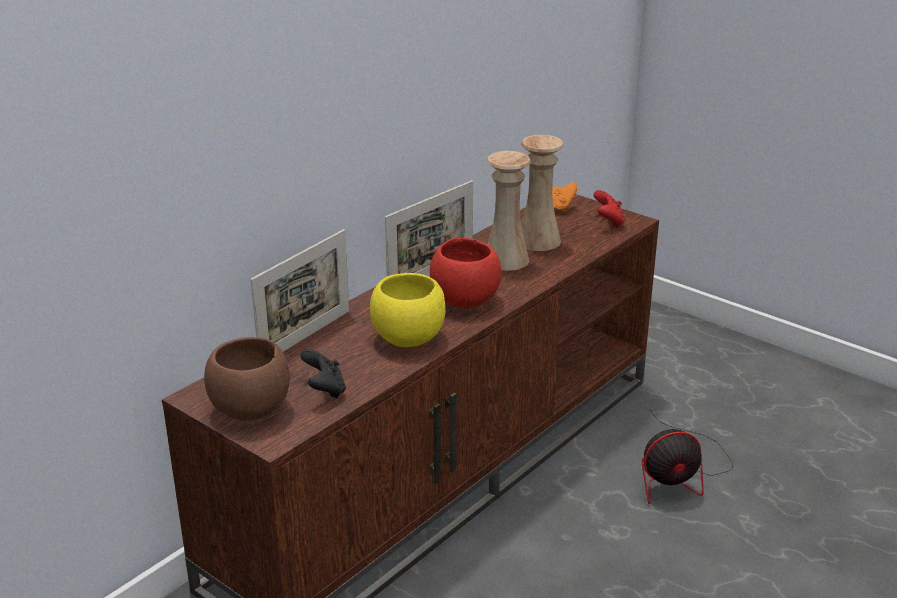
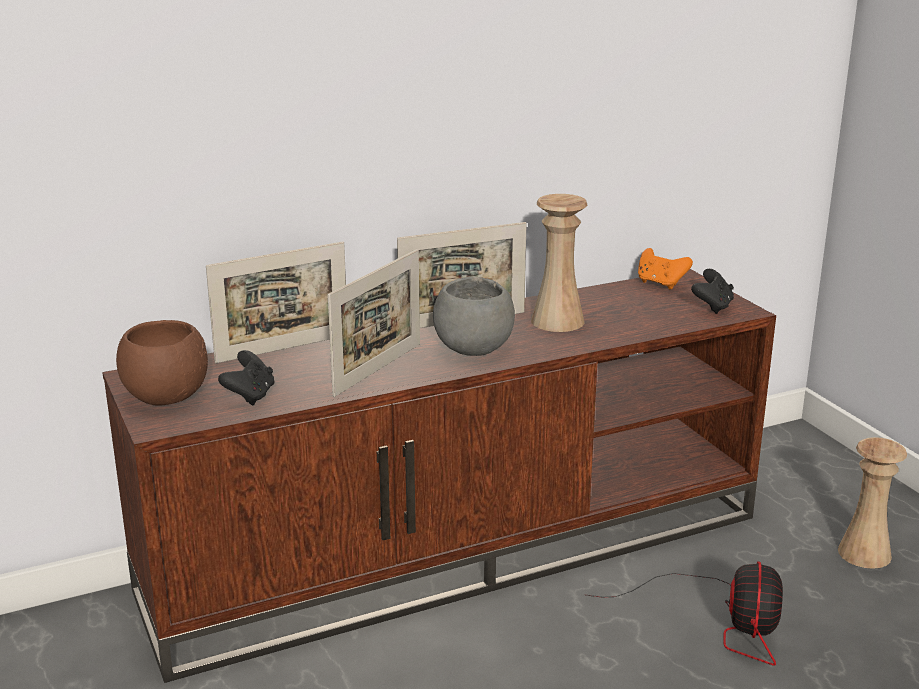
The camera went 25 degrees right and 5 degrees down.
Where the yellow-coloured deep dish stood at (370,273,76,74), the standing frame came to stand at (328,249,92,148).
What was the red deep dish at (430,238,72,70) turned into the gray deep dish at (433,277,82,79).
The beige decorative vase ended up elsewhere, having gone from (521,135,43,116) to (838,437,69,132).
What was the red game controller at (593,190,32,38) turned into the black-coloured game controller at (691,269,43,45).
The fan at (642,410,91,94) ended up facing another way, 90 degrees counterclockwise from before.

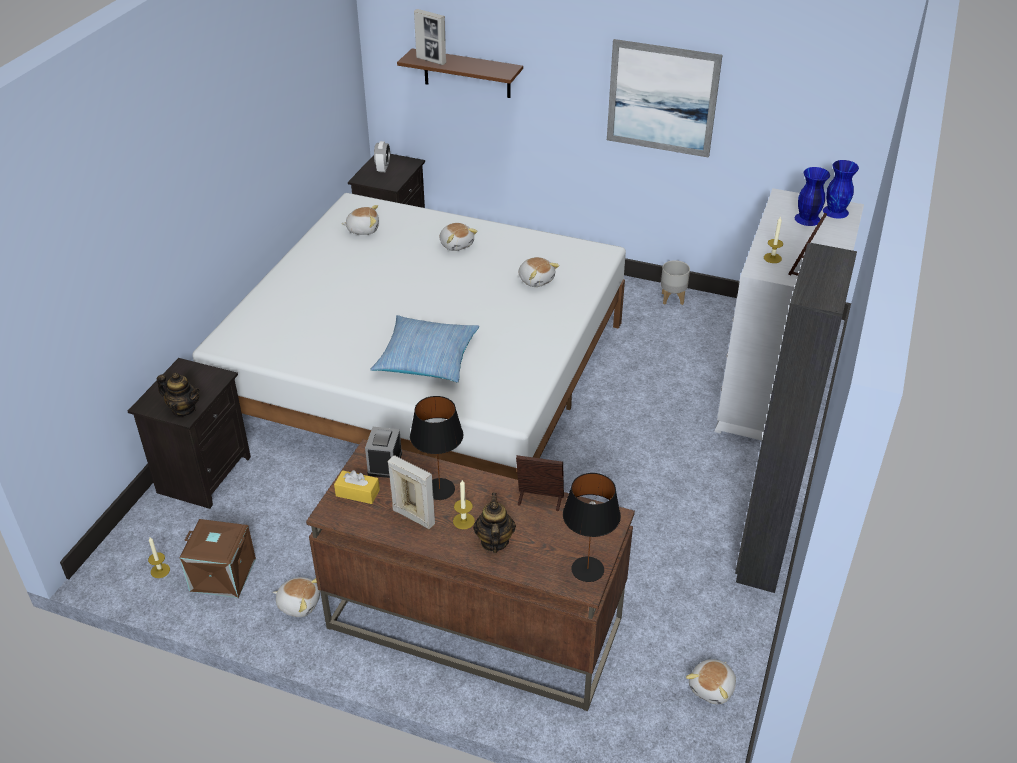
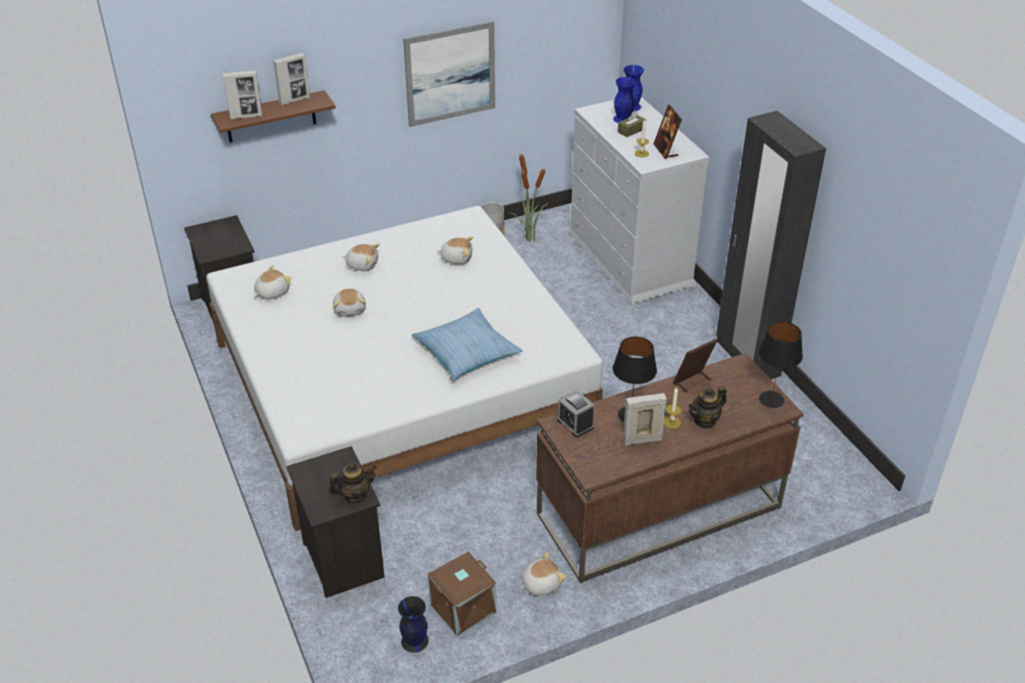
The camera went 45 degrees left and 0 degrees up.
Where the candle stood at (148,536,22,42), the black-coloured decorative vase came to stand at (398,596,31,57).
The second view lost the yellow-coloured tissue holder at (334,470,46,34).
The second view lost the bedside clock at (374,141,16,31).
The pot for tea at (473,493,43,60) ended up facing another way, 75 degrees counterclockwise from before.
The soft toy ended up elsewhere, having gone from (686,659,50,45) to (333,288,33,29).
The second view gained the standing frame at (273,53,37,52).
The second view gained the potted plant at (511,151,37,91).
The second view gained the brown tissue holder at (618,111,28,26).

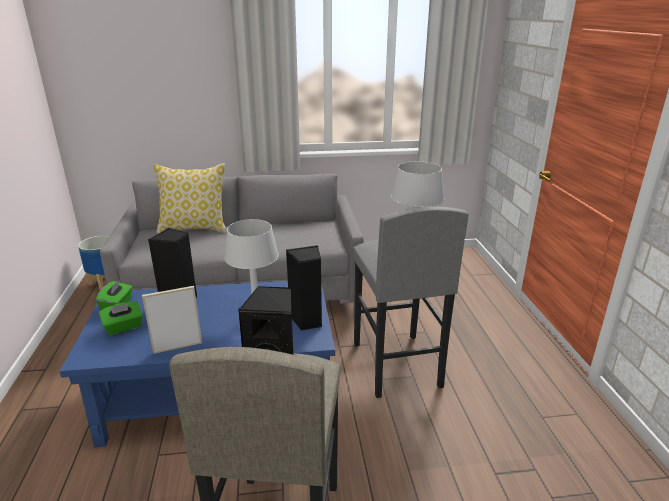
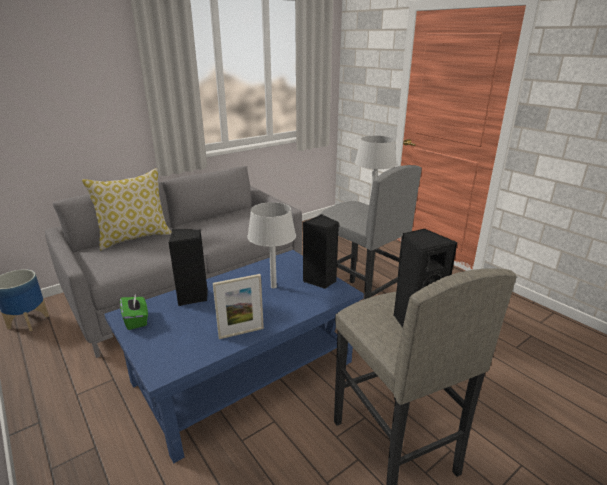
The camera went 30 degrees left and 0 degrees up.
The second view lost the greenish tissue holder at (99,301,44,35).
The standing frame at (142,286,60,68) ended up facing another way, 150 degrees counterclockwise from before.

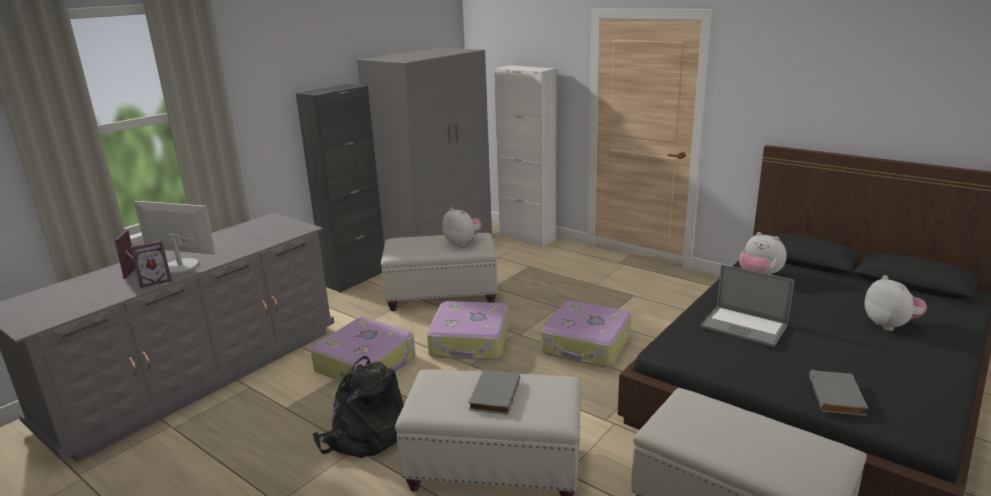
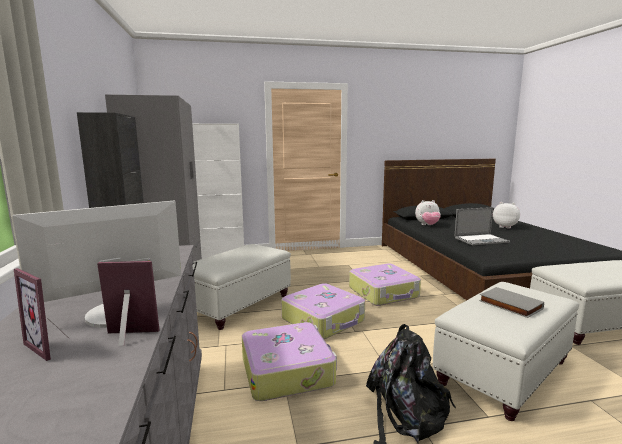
The camera went 50 degrees left and 10 degrees down.
The standing frame at (130,241,42,47) ended up facing another way, 105 degrees counterclockwise from before.
The second view lost the soft toy at (442,207,40,40).
The second view lost the gray book at (809,370,59,46).

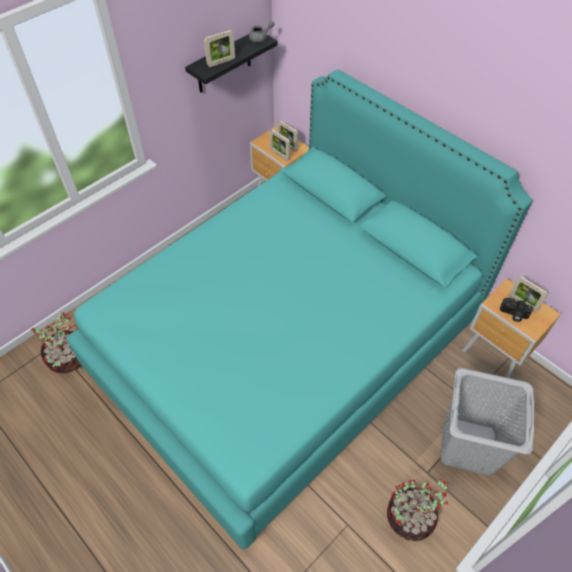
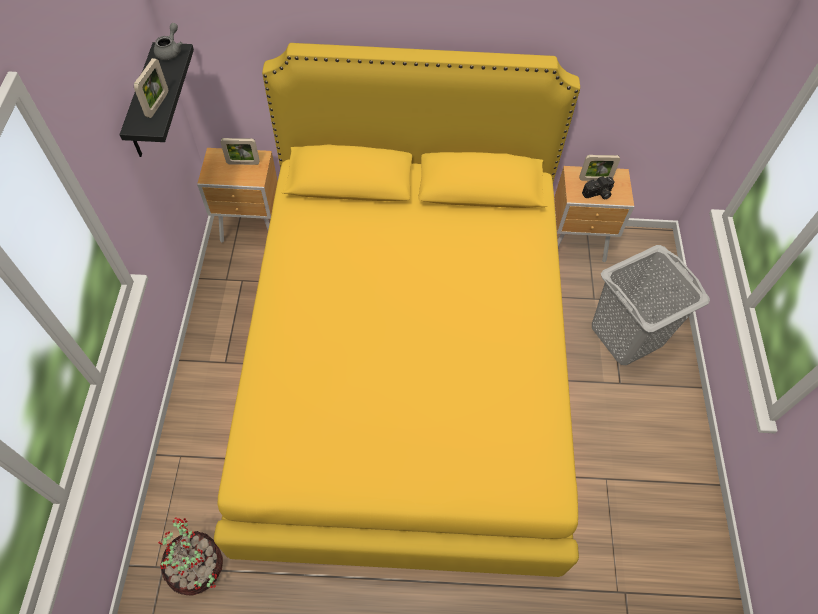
The camera went 45 degrees left and 5 degrees up.
What was the turquoise bedroom bed at (67,69,466,481) turned into the yellow-coloured bedroom bed at (214,43,366,534).
The second view lost the standing frame at (269,129,21,32).
The second view lost the potted plant at (387,479,61,62).

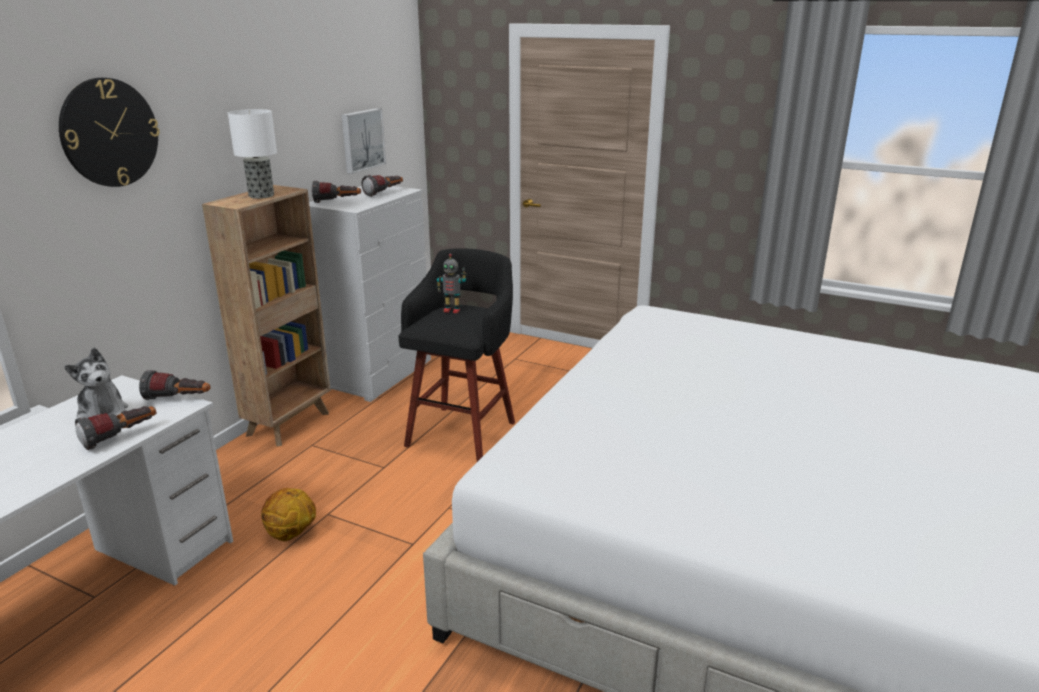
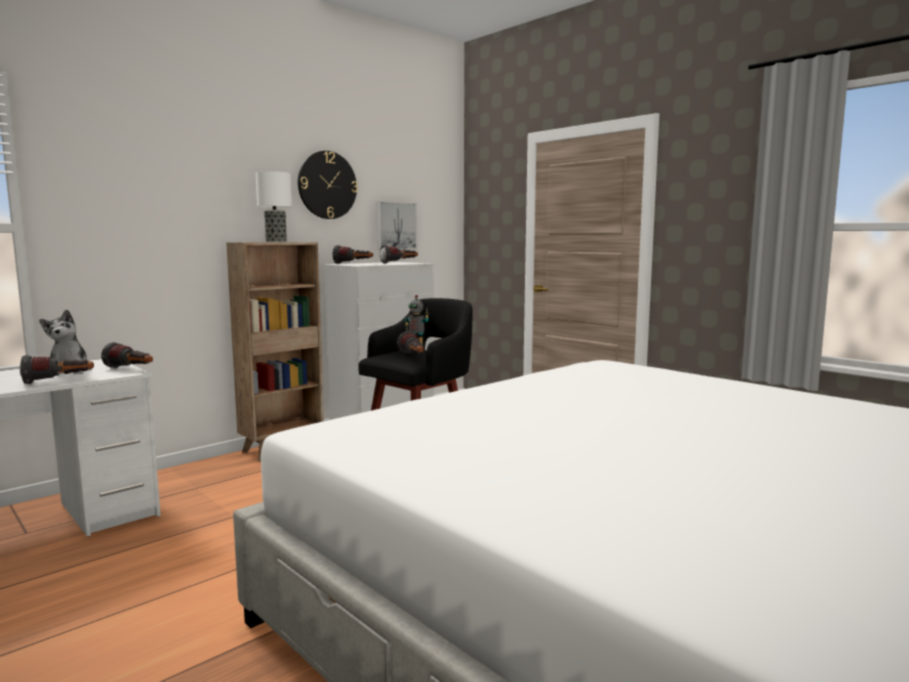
The camera went 20 degrees right and 15 degrees down.
The hanging clock ended up elsewhere, having gone from (59,78,101,109) to (298,151,60,68).
The second view lost the ball for basketball at (261,488,55,53).
The second view gained the flashlight at (397,331,27,23).

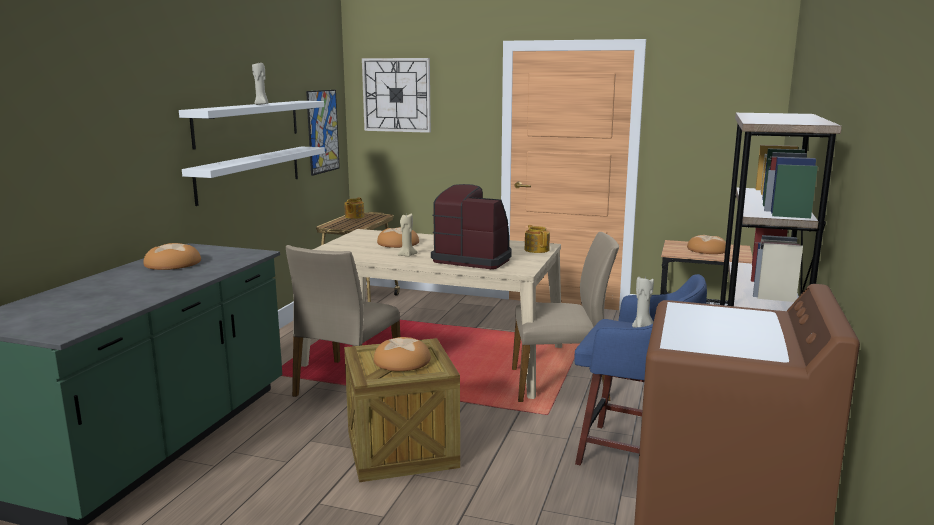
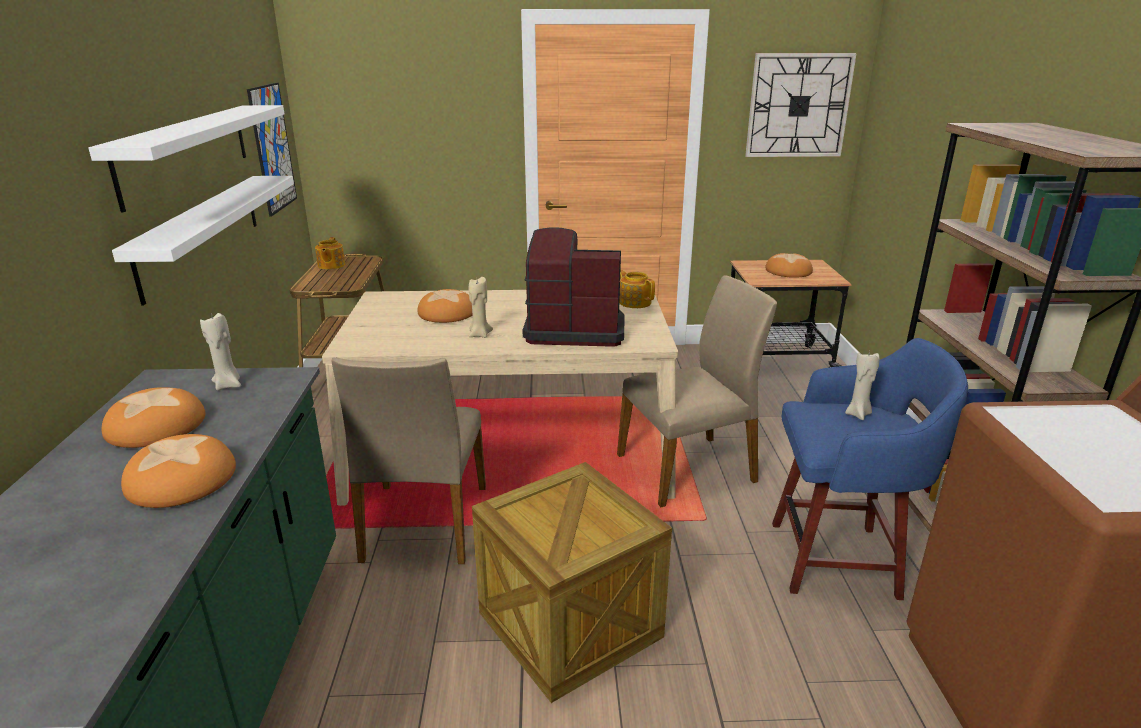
The camera went 20 degrees left and 10 degrees up.
The beige candle ended up elsewhere, having gone from (252,63,16,42) to (200,313,41,78).
The hanging clock ended up elsewhere, having gone from (362,58,69,75) to (745,53,112,104).
The bakery bread ended up elsewhere, having gone from (374,337,57,34) to (121,434,115,74).

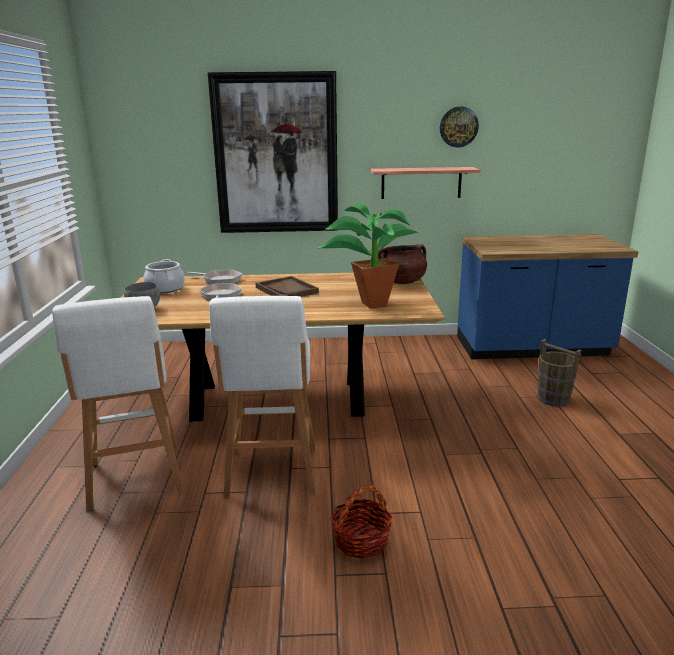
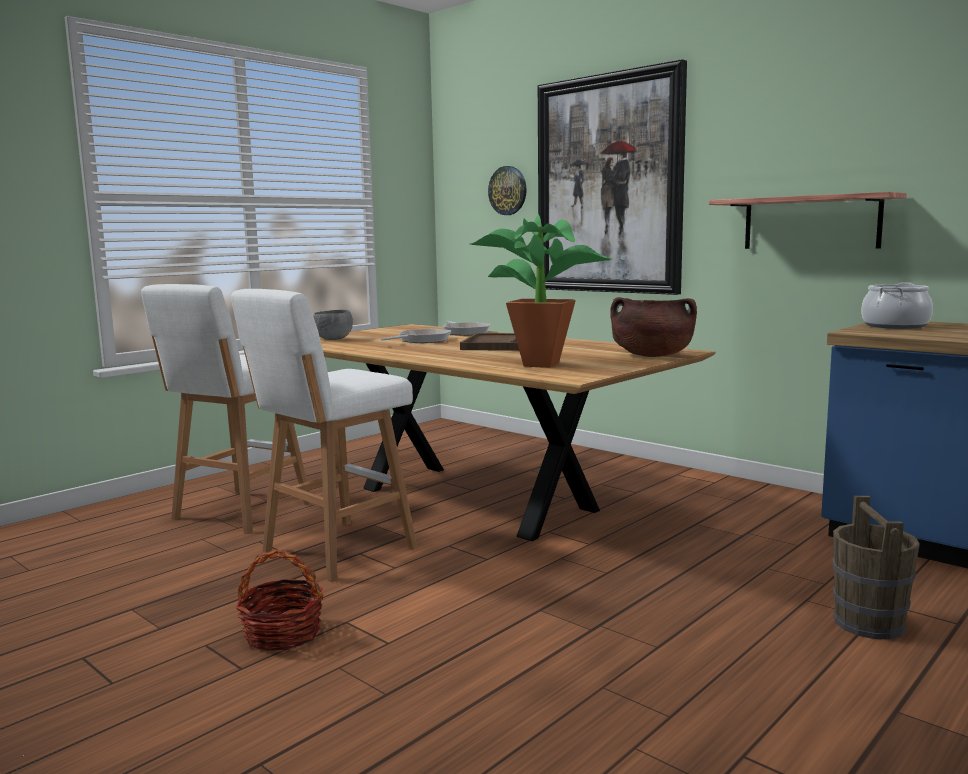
The camera went 45 degrees right and 10 degrees down.
The saucepot ended up elsewhere, having gone from (143,259,42,35) to (861,282,72,47).
The hanging clock ended up elsewhere, having gone from (440,107,39,40) to (488,166,39,49).

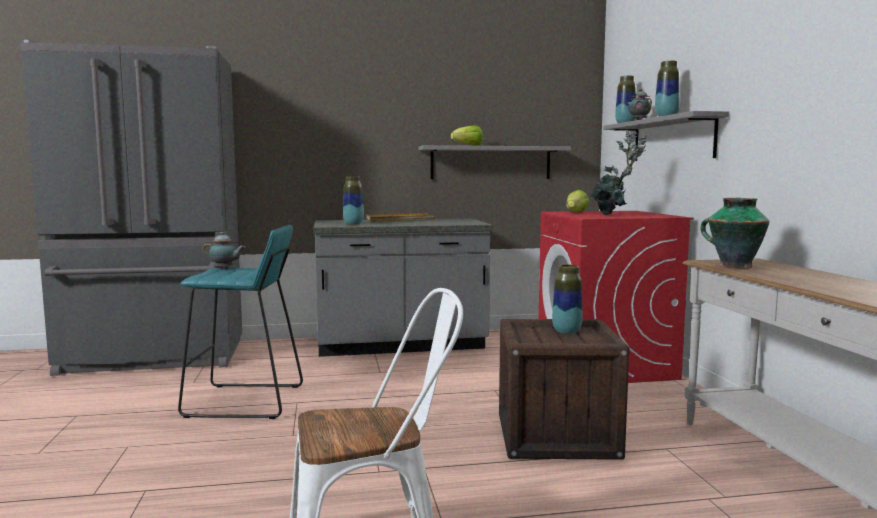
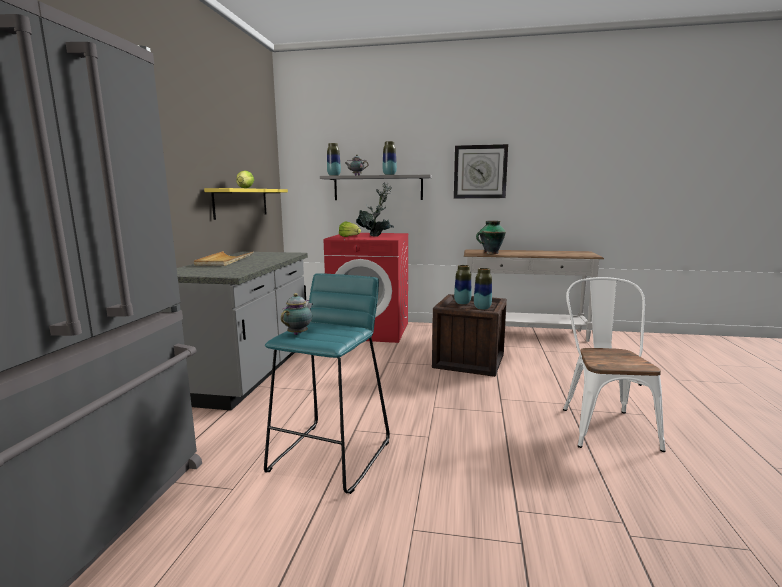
The camera went 70 degrees left and 5 degrees up.
The decorative vase ended up elsewhere, having gone from (343,176,21,49) to (474,268,18,42).
What was the gray shelf at (418,145,153,34) turned into the yellow-coloured shelf at (204,188,84,32).
The second view gained the hanging clock at (454,144,54,54).

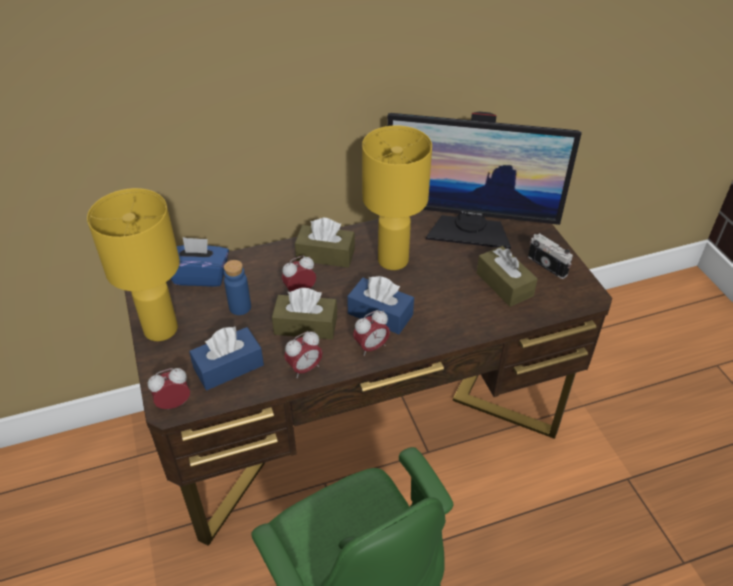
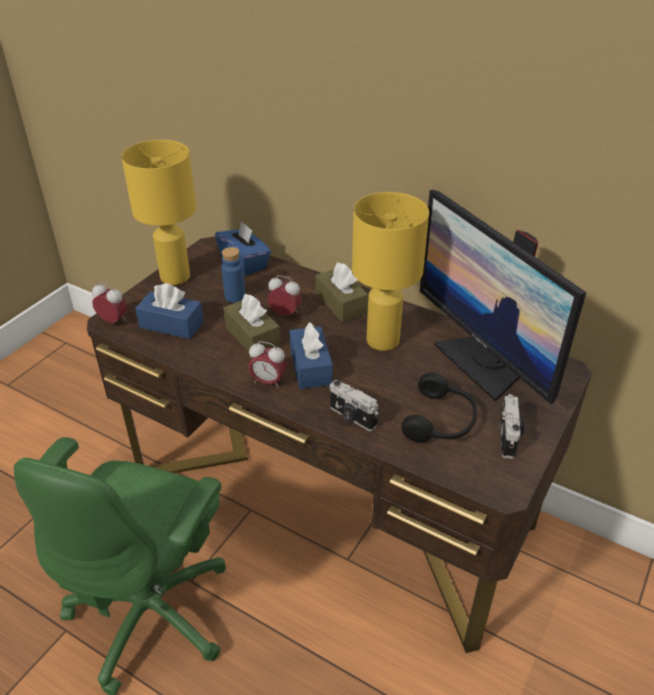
The camera went 50 degrees right and 5 degrees down.
The second view lost the bedside clock at (284,331,39,47).
Where the brown tissue holder stood at (477,246,61,61), the black-coloured headset came to stand at (401,373,76,69).
The second view gained the still camera at (330,380,48,51).

